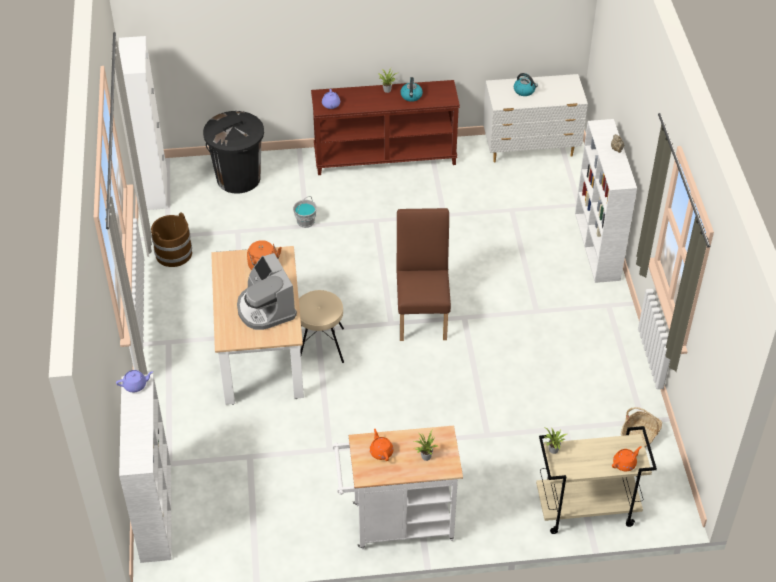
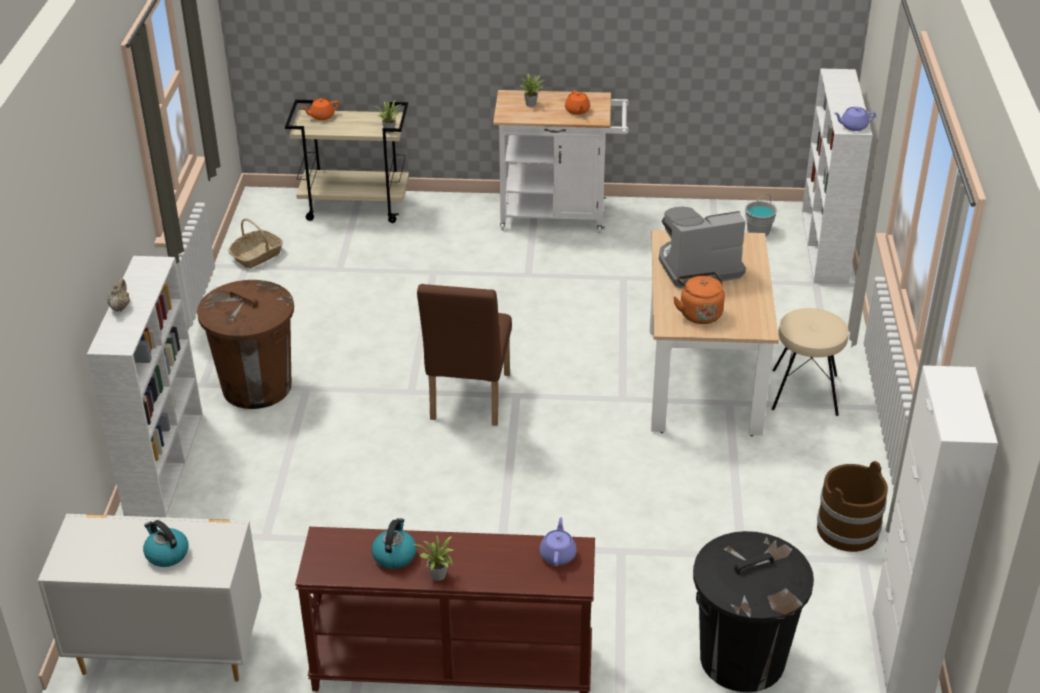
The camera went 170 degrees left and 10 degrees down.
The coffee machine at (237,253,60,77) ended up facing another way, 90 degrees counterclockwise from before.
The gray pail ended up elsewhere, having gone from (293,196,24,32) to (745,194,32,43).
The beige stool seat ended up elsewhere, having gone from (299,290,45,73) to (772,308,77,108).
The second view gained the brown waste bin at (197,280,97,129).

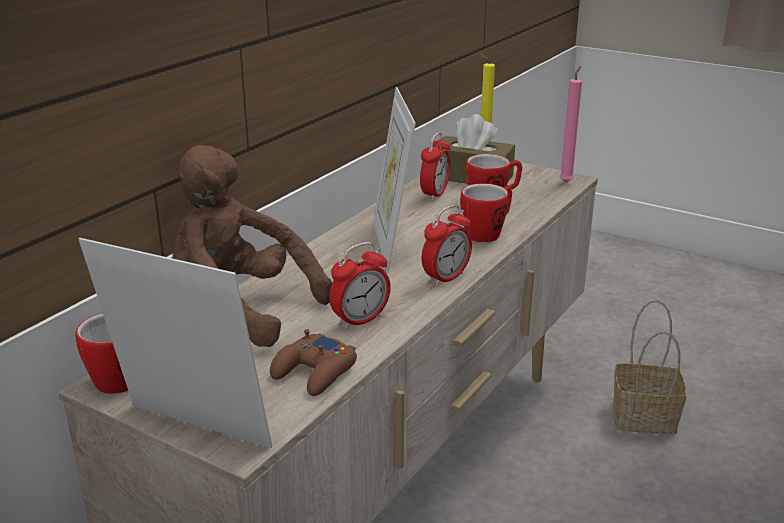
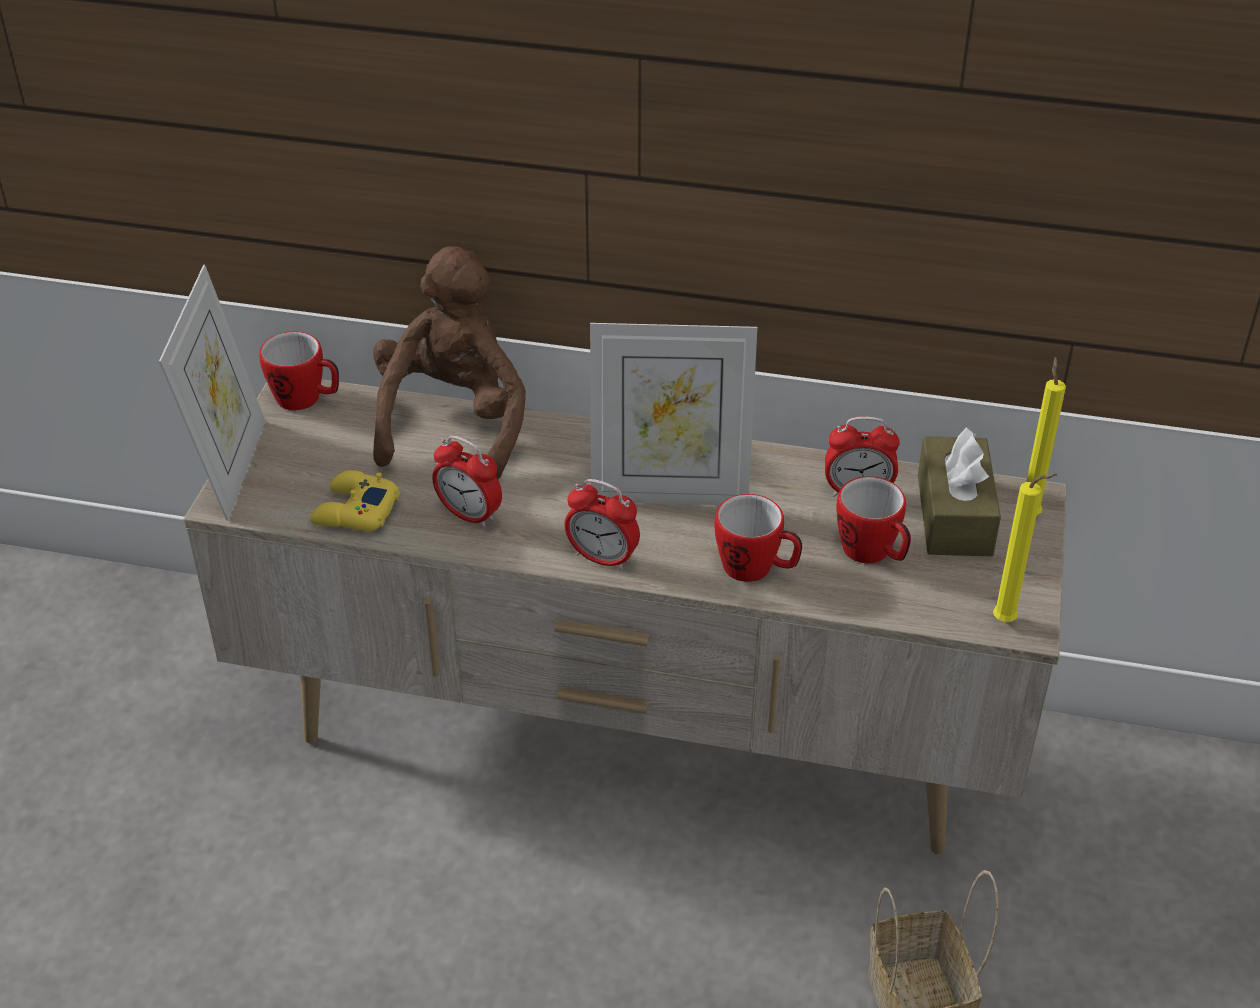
The camera went 70 degrees right and 15 degrees up.
What was the brown game controller at (270,329,87,67) turned into the yellow-coloured game controller at (310,470,90,61).
The standing frame at (373,87,43,186) ended up facing another way, 150 degrees counterclockwise from before.
What was the pink-coloured candle at (559,66,23,117) turned into the yellow-coloured candle at (993,474,64,148).

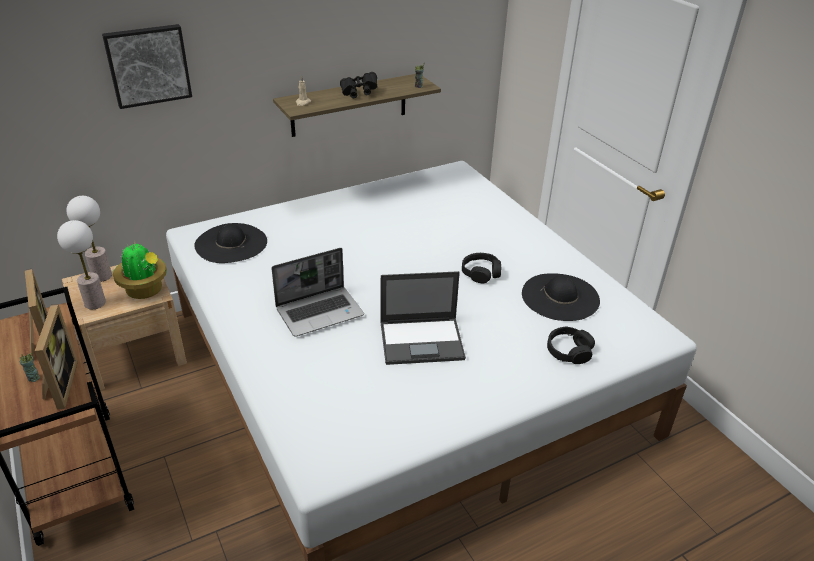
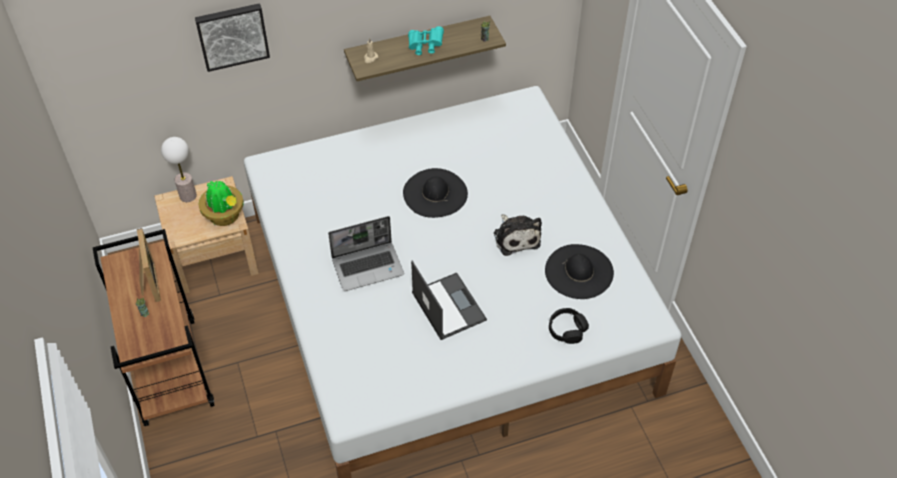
The camera went 10 degrees right and 15 degrees up.
The second view lost the standing frame at (35,304,43,106).
The second view lost the tabletop lamp at (57,220,49,89).
The black-coloured clothing hat ended up elsewhere, having gone from (194,223,73,40) to (403,168,65,50).
What was the black-coloured pair of binoculars at (340,72,37,26) turned into the turquoise pair of binoculars at (408,26,36,29).
The portable computer at (380,271,86,94) ended up facing another way, 120 degrees counterclockwise from before.
Where the black-coloured headset stood at (462,253,39,30), the soft toy came to stand at (494,214,48,42).

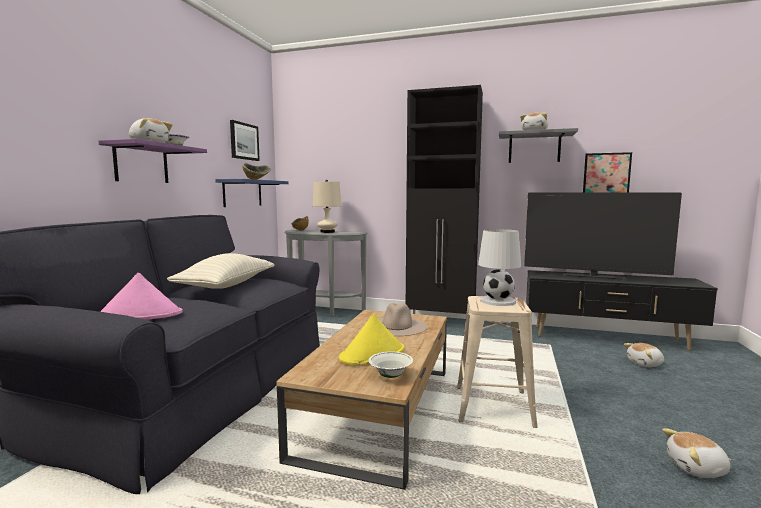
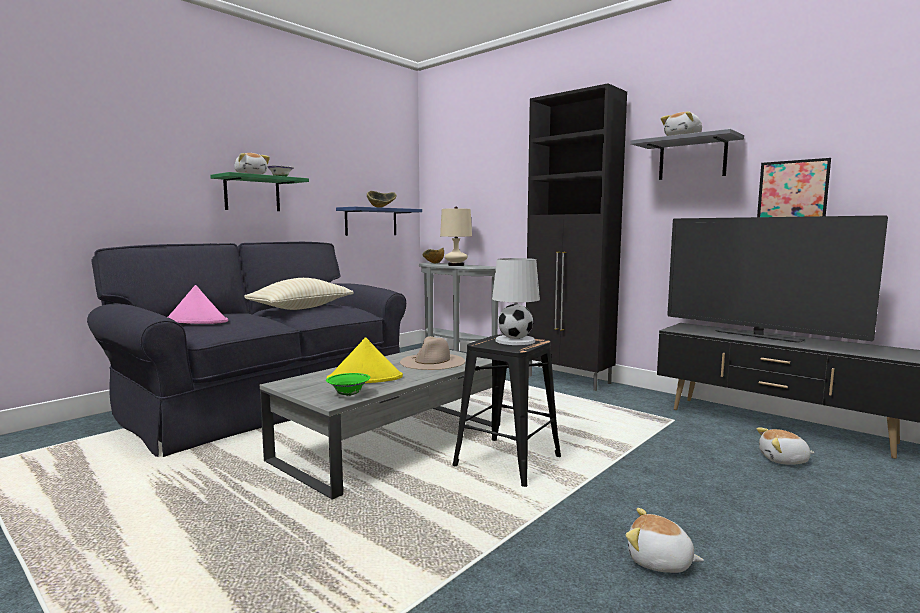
The camera went 25 degrees right and 0 degrees up.
What was the purplish shelf at (99,139,108,44) turned into the greenish shelf at (210,172,99,39).
The second view lost the wall art at (230,120,30,41).
What was the brown coffee table at (276,310,171,180) turned into the gray coffee table at (260,348,240,152).
What was the white deep dish at (368,352,45,26) turned into the greenish deep dish at (326,373,44,23).
What was the beige stool seat at (457,296,81,132) turned into the black-coloured stool seat at (453,335,108,152).

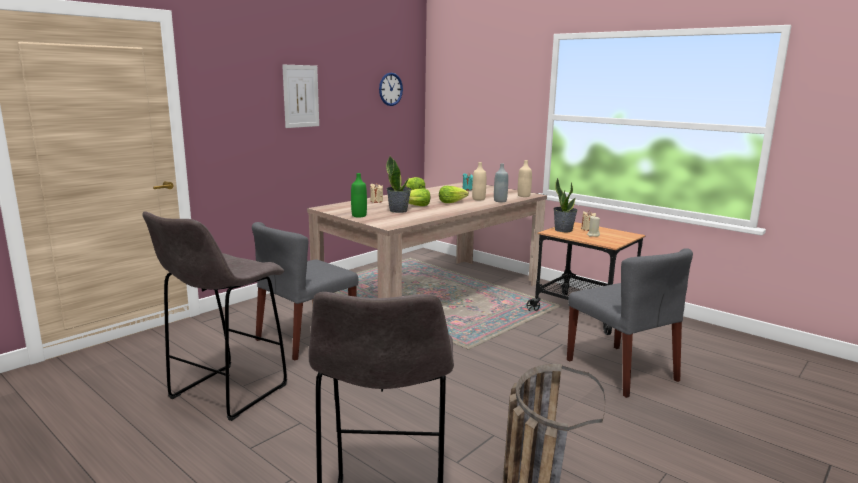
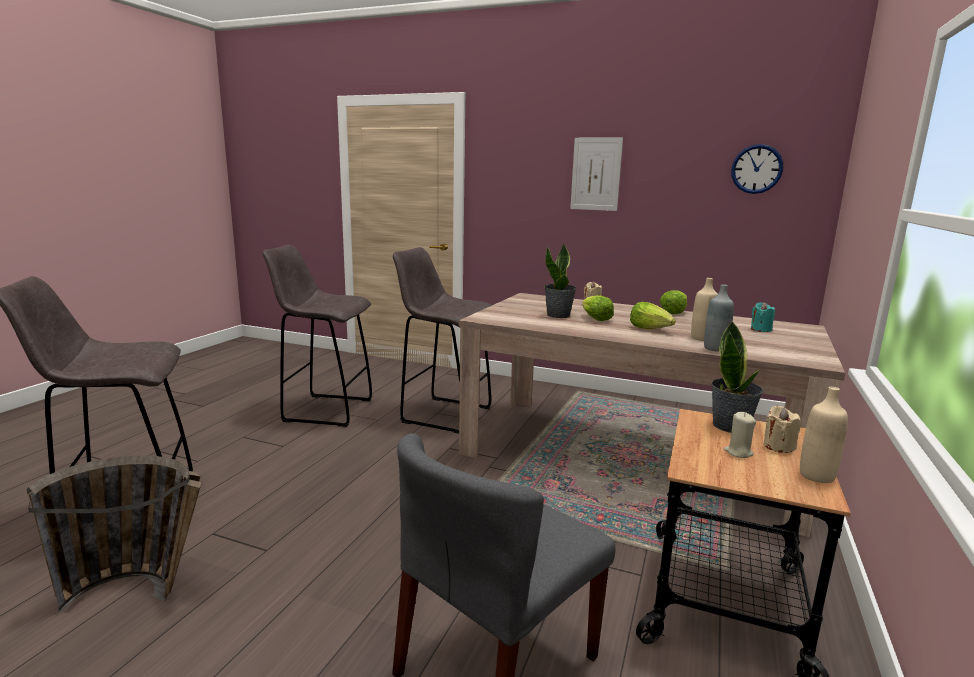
The camera went 70 degrees right and 0 degrees up.
Where the gray upright chair stood at (252,222,107,139), the gray stool seat came to stand at (393,247,99,187).
The second view lost the greenish bottle at (351,173,16,44).
The beige bottle ended up elsewhere, having gone from (518,160,14,37) to (800,387,48,96).

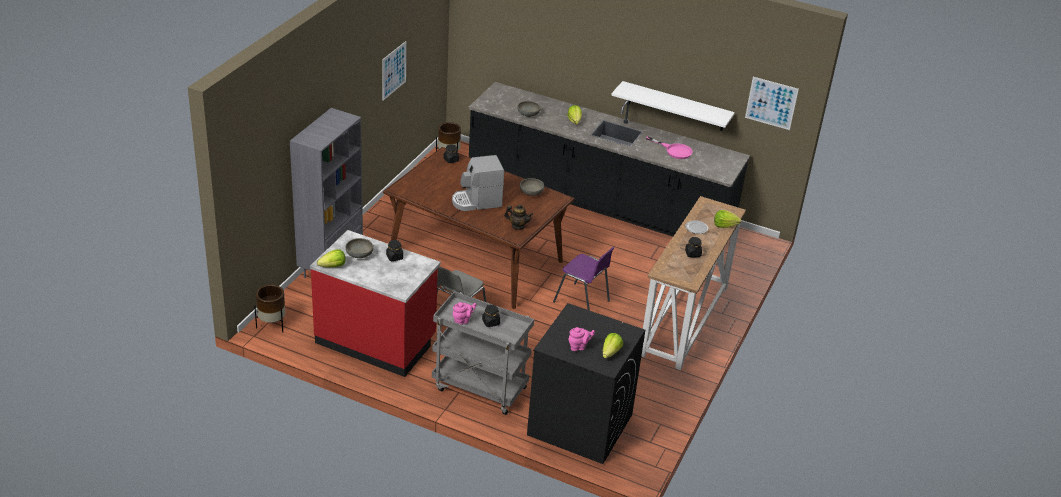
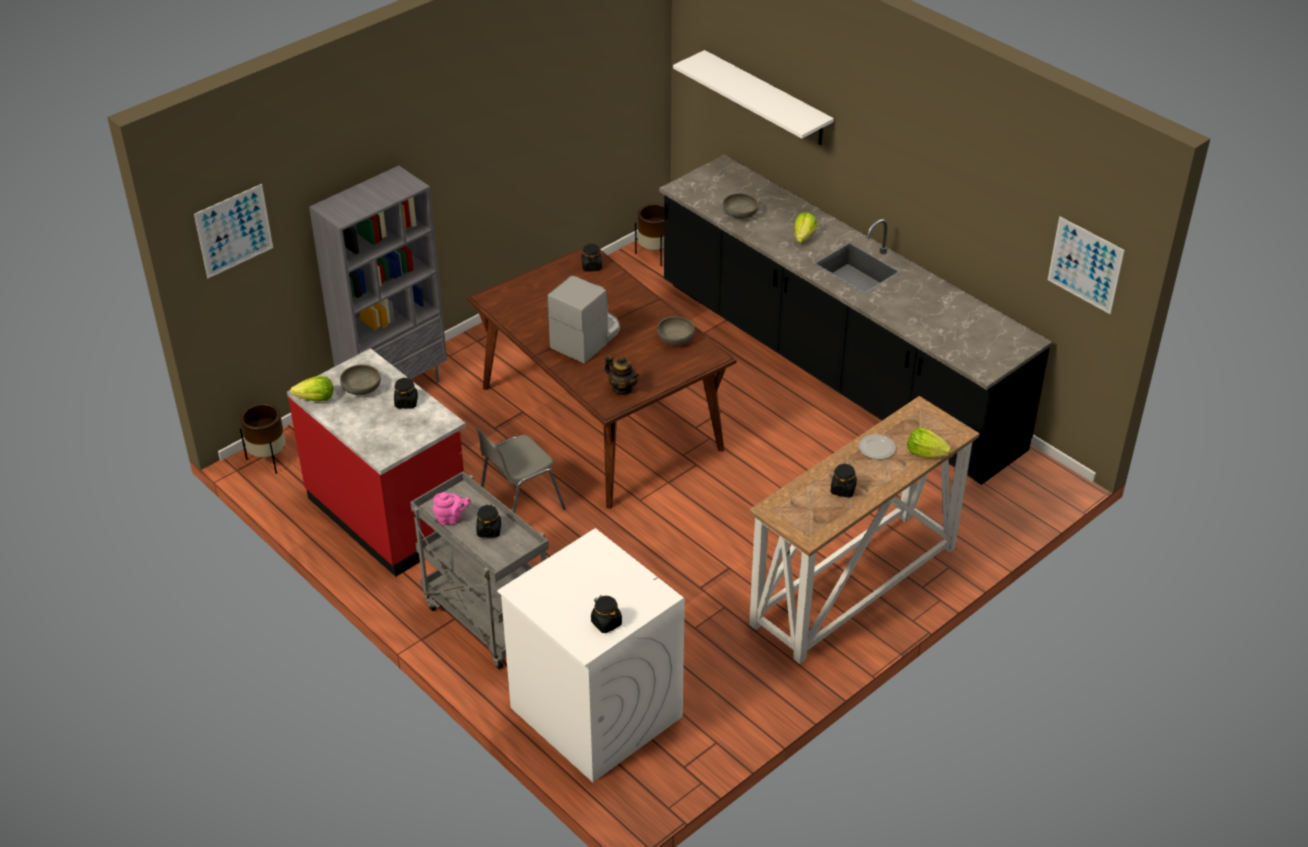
The camera went 25 degrees right and 5 degrees up.
The wall art ended up elsewhere, having gone from (382,41,24,60) to (194,184,79,94).
The coffee machine at (452,155,52,56) ended up facing another way, 120 degrees clockwise from before.
What was the black-coloured laundry appliance at (527,303,118,161) turned into the white laundry appliance at (497,528,188,254).
The second view lost the purplish upright chair at (553,247,62,64).
The second view lost the pink-coloured pot for tea at (569,327,26,24).
Where the head of lettuce stood at (603,333,20,25), the black-coloured storage jar came to stand at (591,595,31,38).
The white shelf ended up elsewhere, having gone from (611,81,124,50) to (673,50,161,95).
The second view lost the pink-coloured frying pan at (646,136,47,23).

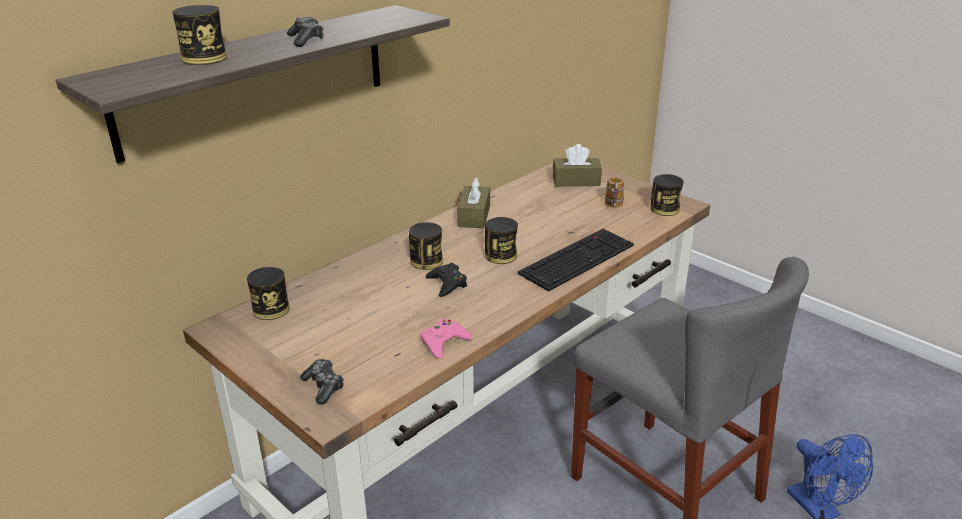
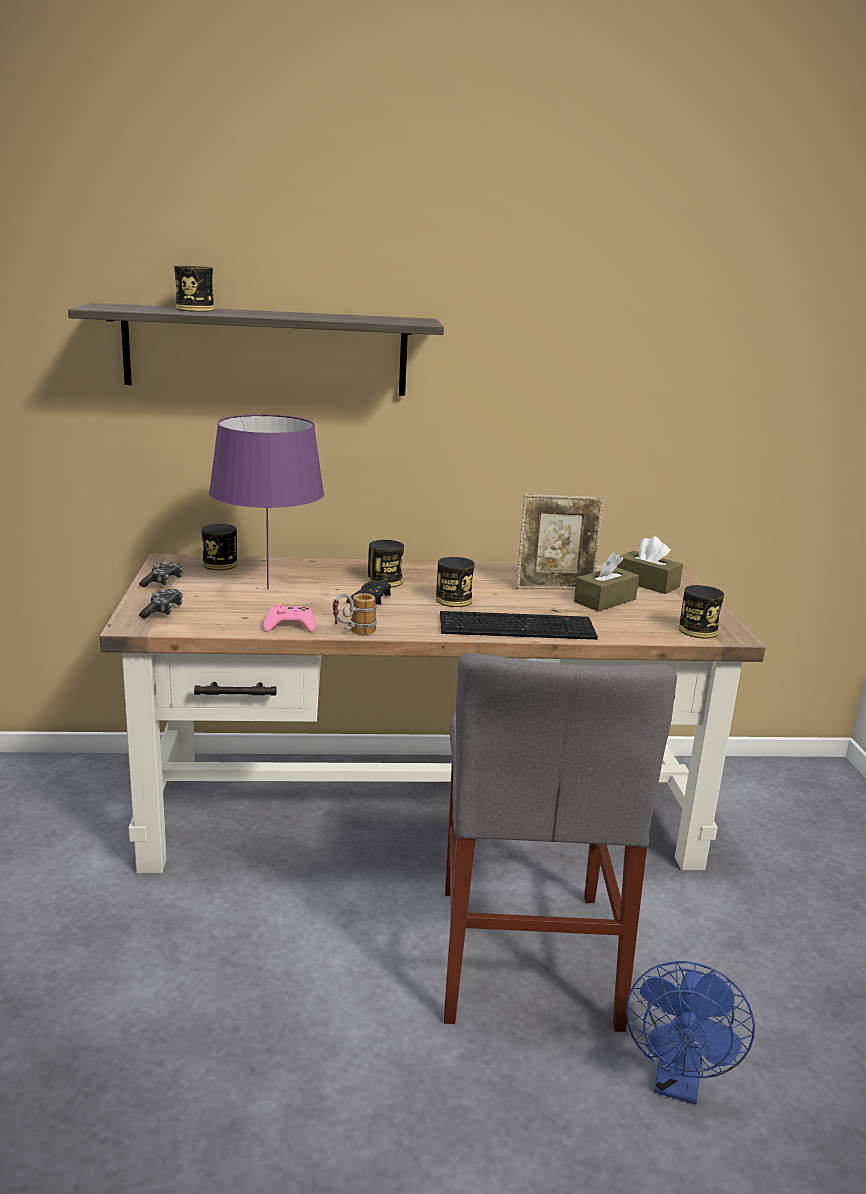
The camera went 40 degrees right and 10 degrees down.
The game controller ended up elsewhere, having gone from (287,17,37,30) to (139,562,44,25).
The brown tissue holder ended up elsewhere, having gone from (457,177,33,51) to (574,552,65,60).
The tea mug ended up elsewhere, having gone from (605,177,19,30) to (333,593,44,42).
The second view gained the purplish tabletop lamp at (209,415,115,175).
The second view gained the standing frame at (516,494,88,96).

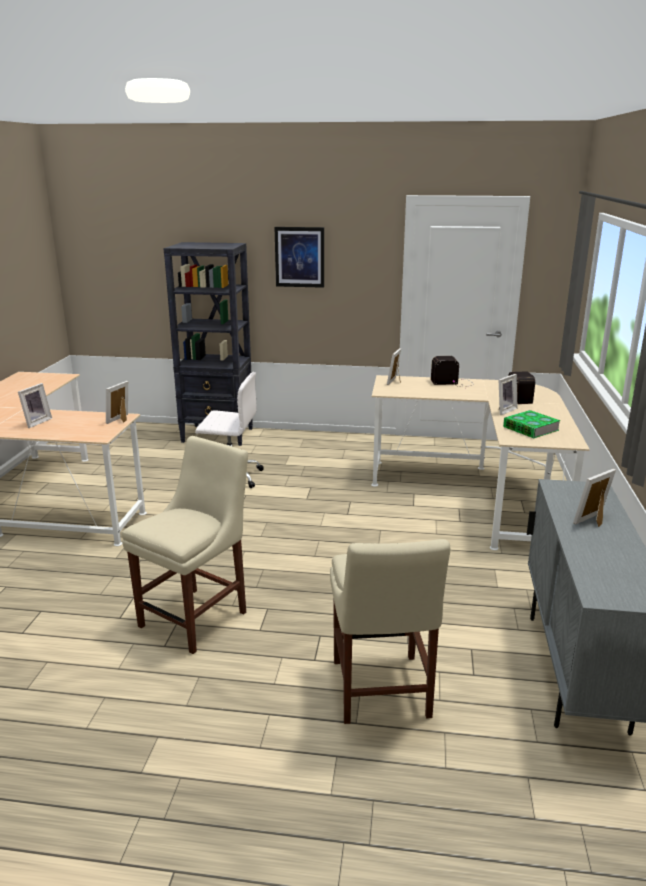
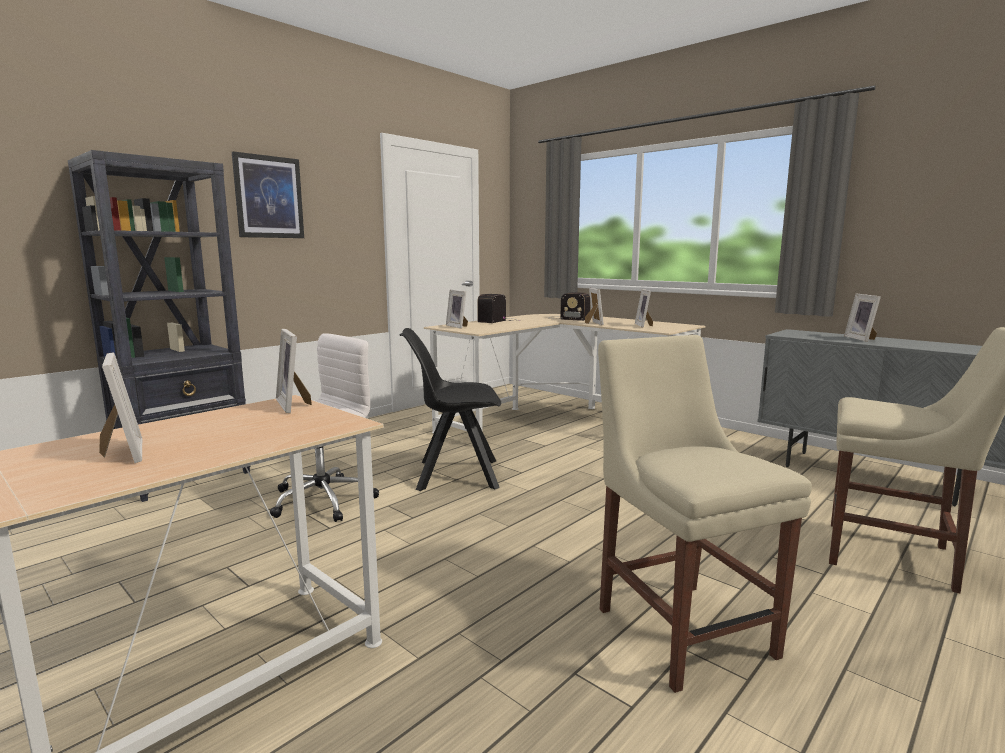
The camera went 55 degrees left and 10 degrees down.
Where the book stood at (503,410,57,28), the standing frame came to stand at (635,289,18,39).
The second view gained the black-coloured upright chair at (400,328,101,163).

